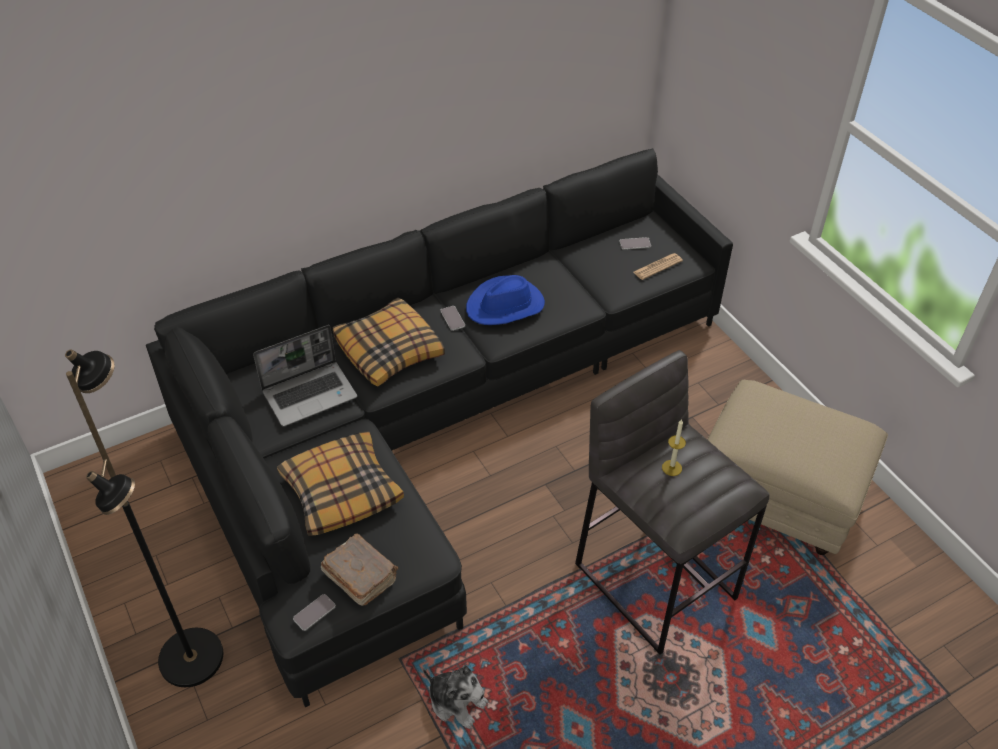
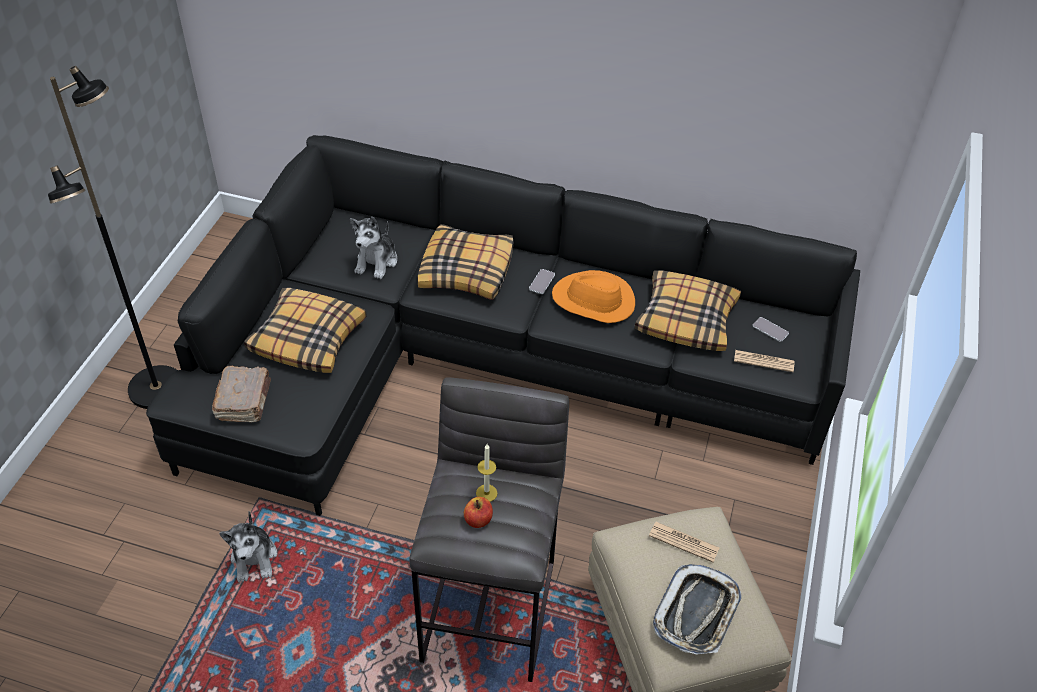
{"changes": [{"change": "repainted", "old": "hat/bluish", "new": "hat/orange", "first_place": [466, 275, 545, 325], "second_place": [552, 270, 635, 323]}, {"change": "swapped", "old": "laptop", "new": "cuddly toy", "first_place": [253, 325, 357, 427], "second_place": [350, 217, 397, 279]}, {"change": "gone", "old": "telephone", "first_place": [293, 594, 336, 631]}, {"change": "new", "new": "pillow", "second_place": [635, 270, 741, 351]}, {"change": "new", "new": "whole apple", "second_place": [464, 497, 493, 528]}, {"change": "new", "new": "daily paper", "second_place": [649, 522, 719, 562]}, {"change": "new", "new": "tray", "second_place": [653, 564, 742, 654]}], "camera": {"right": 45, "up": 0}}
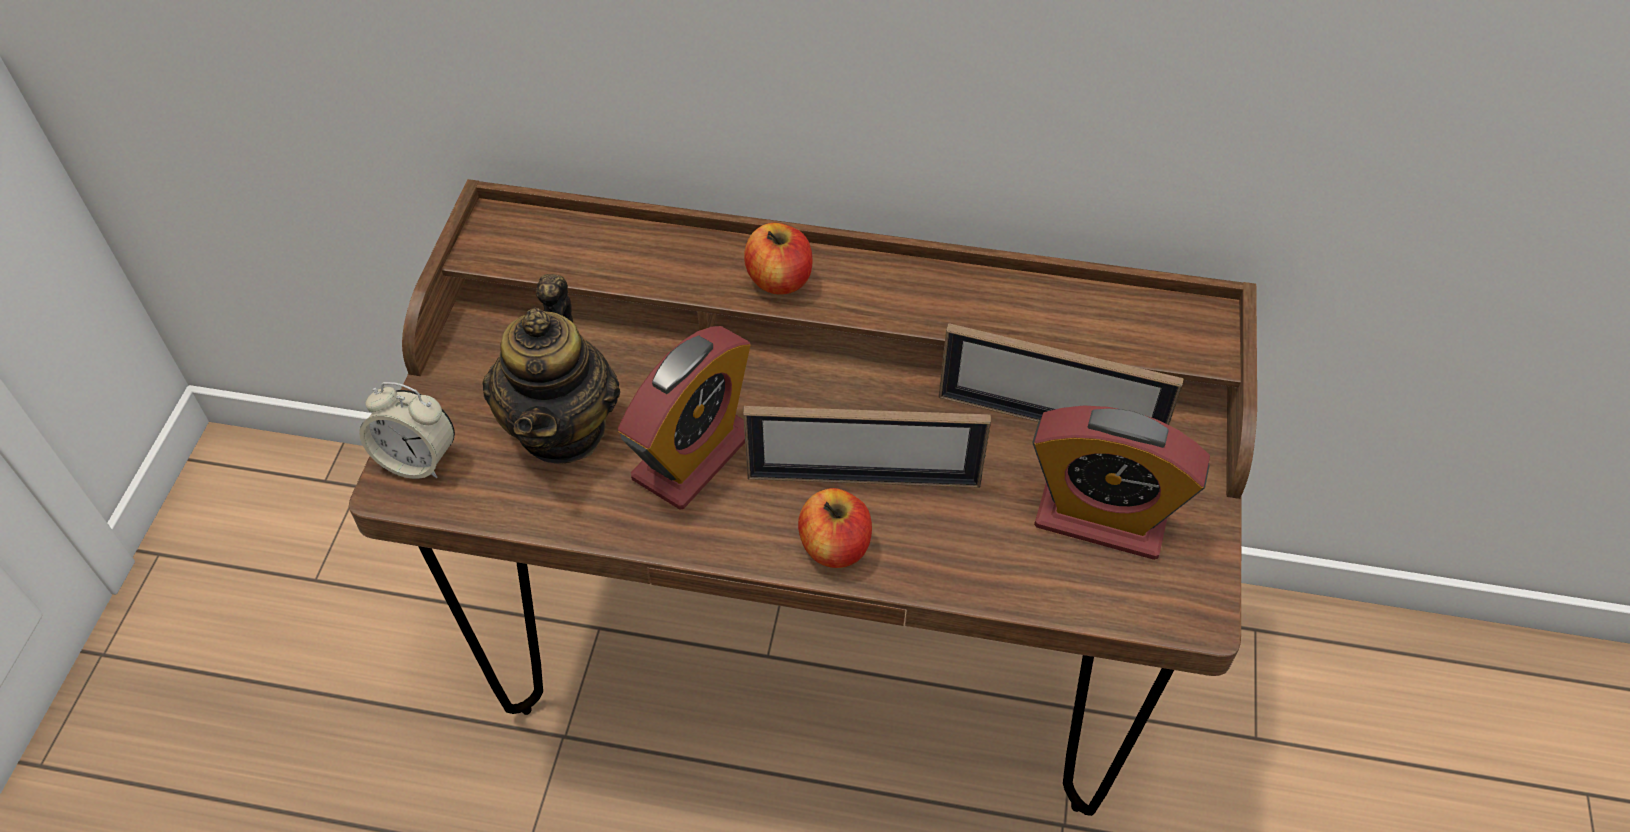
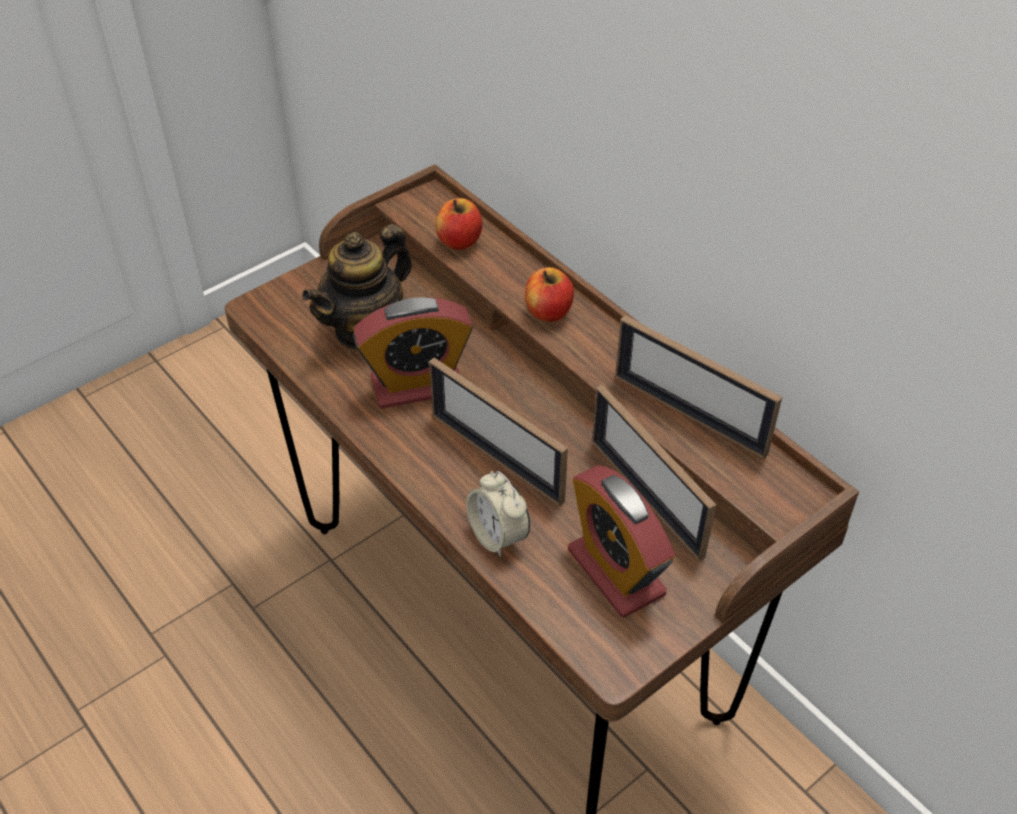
{"changes": [{"change": "shifted", "old": "bedside clock", "first_place": [359, 382, 455, 479], "second_place": [466, 471, 530, 557]}, {"change": "shifted", "old": "whole apple", "first_place": [798, 488, 872, 568], "second_place": [436, 198, 482, 250]}, {"change": "new", "new": "standing frame", "second_place": [615, 315, 782, 459]}], "camera": {"right": 40, "up": -5}}
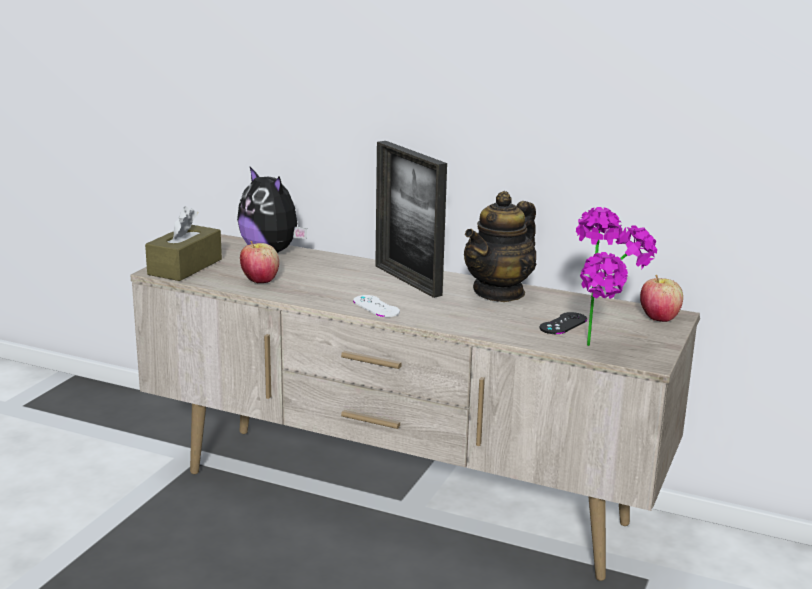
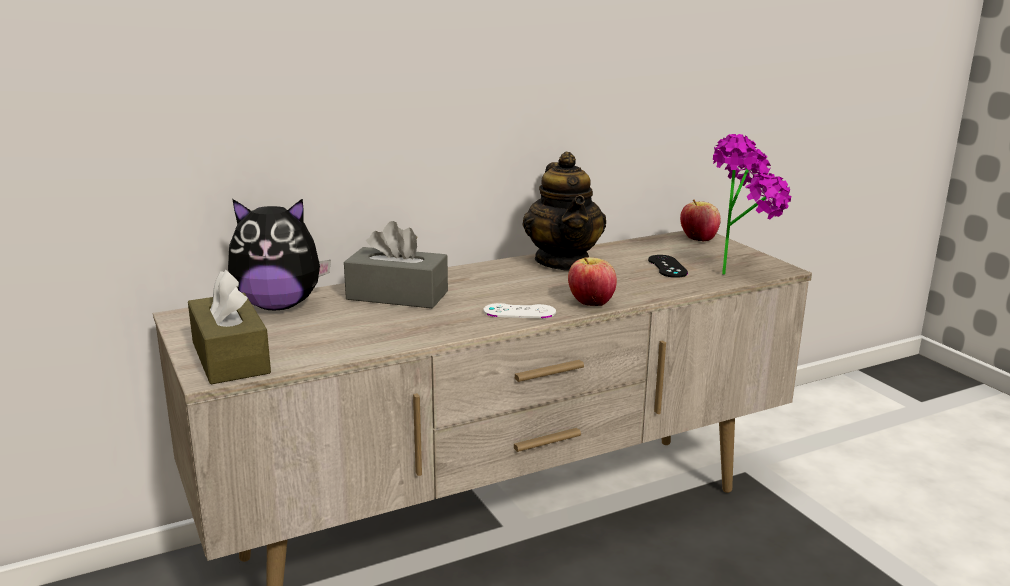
{"changes": [{"change": "gone", "old": "standing frame", "first_place": [375, 141, 447, 298]}, {"change": "shifted", "old": "whole apple", "first_place": [240, 241, 279, 283], "second_place": [568, 257, 617, 306]}, {"change": "new", "new": "tissue box/grey", "second_place": [344, 221, 448, 309]}], "camera": {"right": -50, "up": 0}}
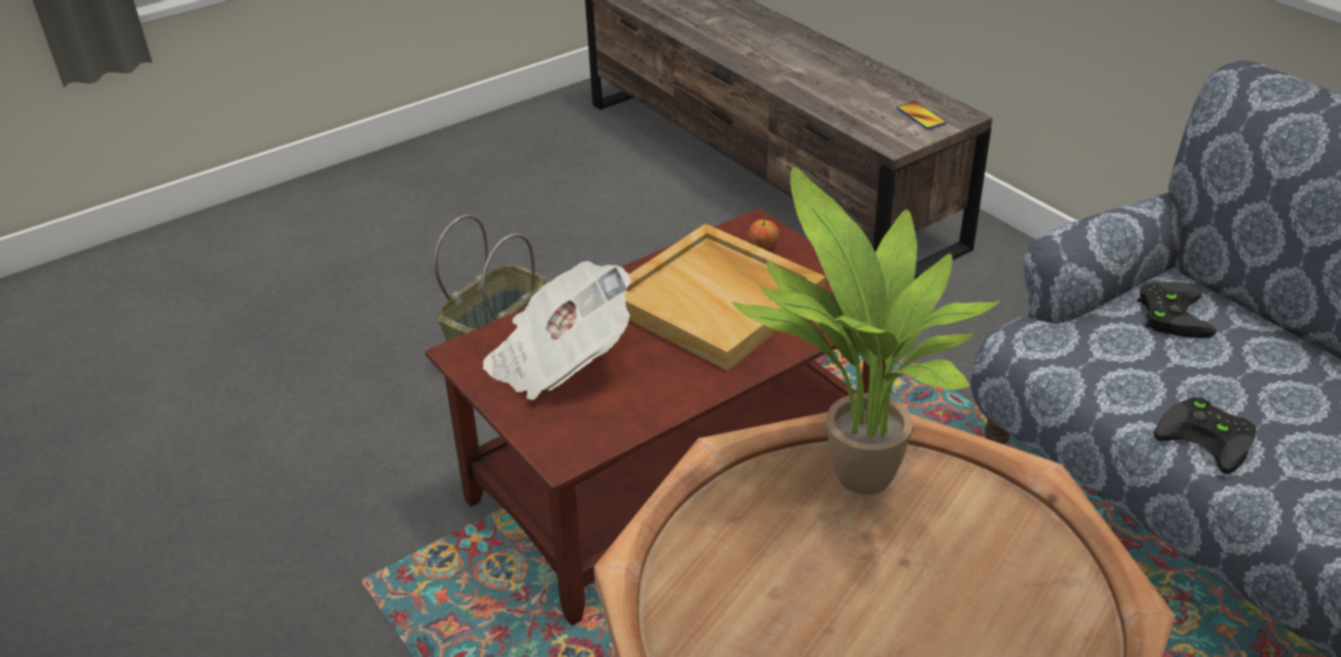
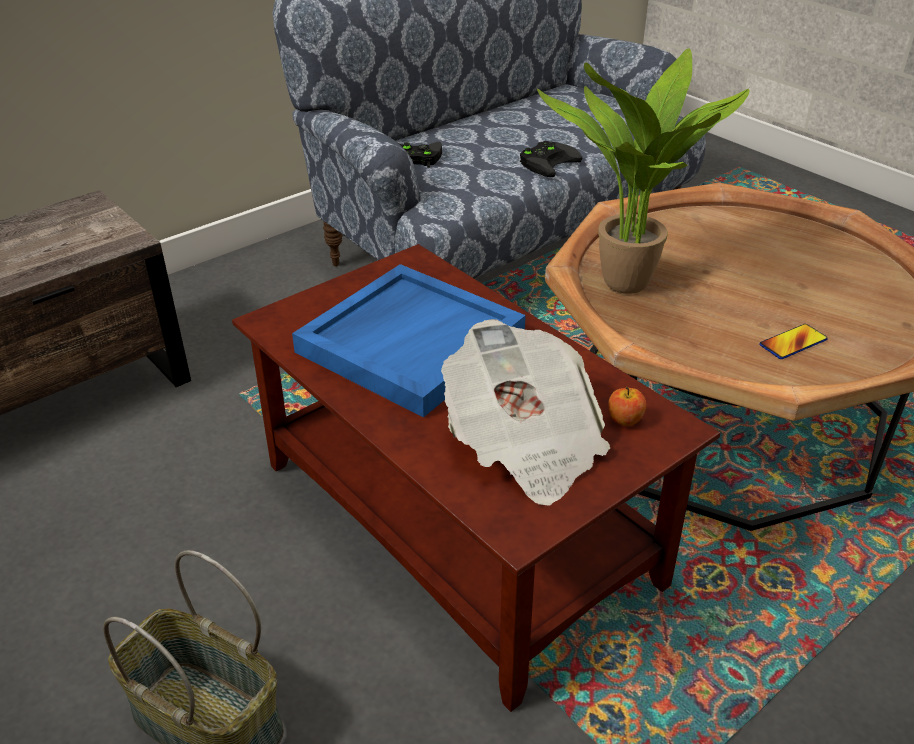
{"changes": [{"change": "shifted", "old": "telephone", "first_place": [897, 101, 946, 129], "second_place": [760, 324, 828, 359]}, {"change": "shifted", "old": "whole apple", "first_place": [748, 217, 779, 250], "second_place": [608, 387, 646, 426]}, {"change": "repainted", "old": "tray/beige", "new": "tray/bluish", "first_place": [625, 224, 826, 371], "second_place": [292, 264, 526, 417]}], "camera": {"right": -95, "up": 0}}
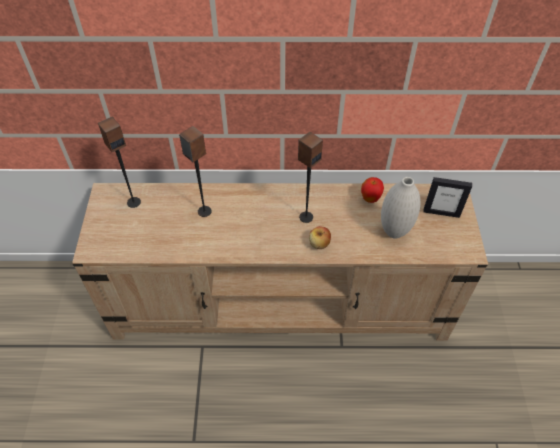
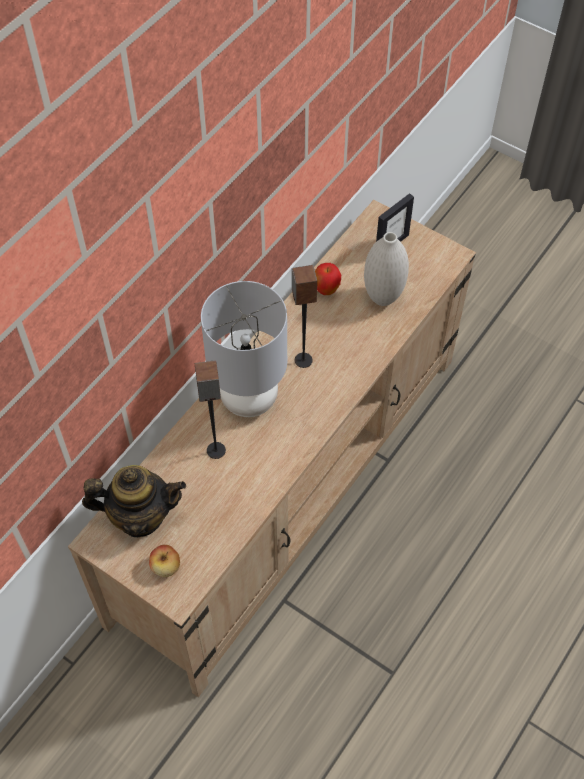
{"changes": [{"change": "swapped", "old": "audio speaker", "new": "pot for tea", "first_place": [98, 117, 141, 208], "second_place": [82, 465, 186, 537]}, {"change": "shifted", "old": "whole apple", "first_place": [309, 226, 331, 249], "second_place": [149, 545, 180, 577]}, {"change": "new", "new": "lamp for a table/grey", "second_place": [201, 281, 287, 417]}], "camera": {"right": -55, "up": 5}}
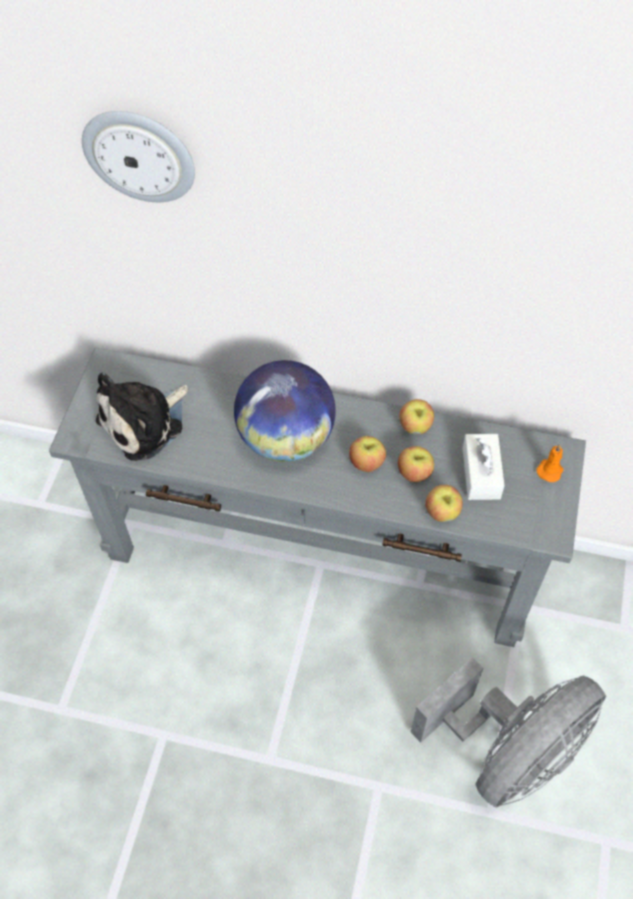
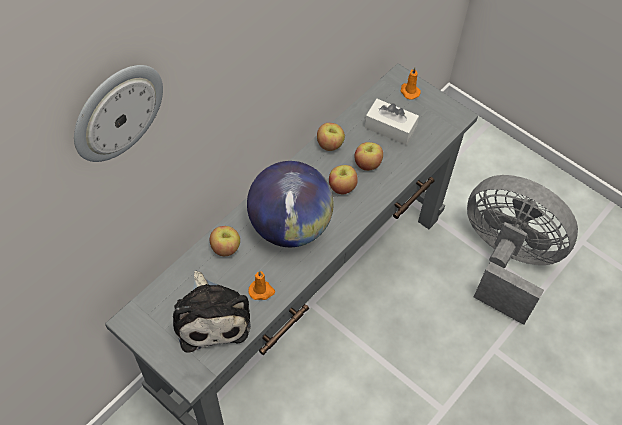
{"changes": [{"change": "shifted", "old": "whole apple", "first_place": [425, 485, 463, 522], "second_place": [210, 226, 240, 256]}, {"change": "rotated", "old": "electric fan/grey", "first_place": [411, 657, 606, 808], "second_place": [467, 175, 578, 325], "degrees": -45}, {"change": "new", "new": "candle/orange", "second_place": [249, 271, 275, 300]}], "camera": {"right": -65, "up": 0}}
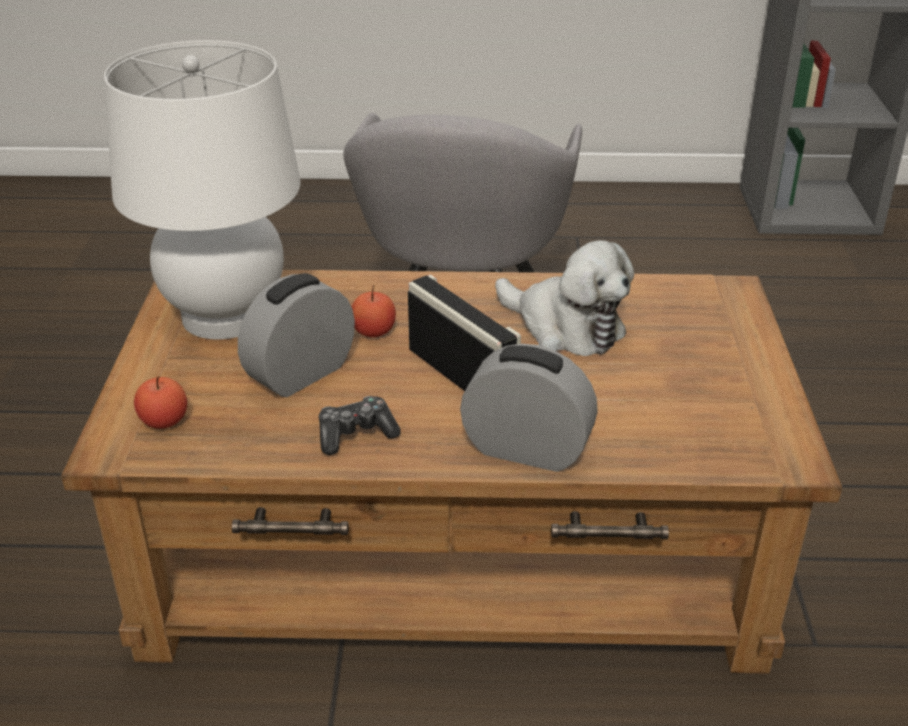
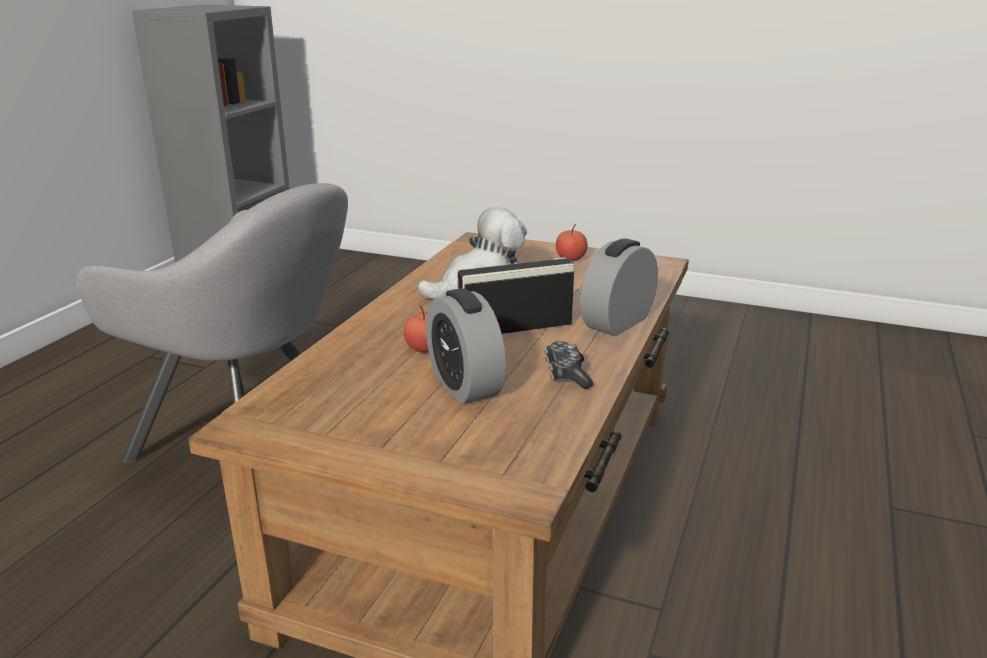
{"changes": [{"change": "gone", "old": "lamp for a table/whitish", "first_place": [104, 40, 300, 340]}, {"change": "shifted", "old": "whole apple", "first_place": [134, 376, 187, 429], "second_place": [556, 224, 588, 261]}], "camera": {"right": -70, "up": -10}}
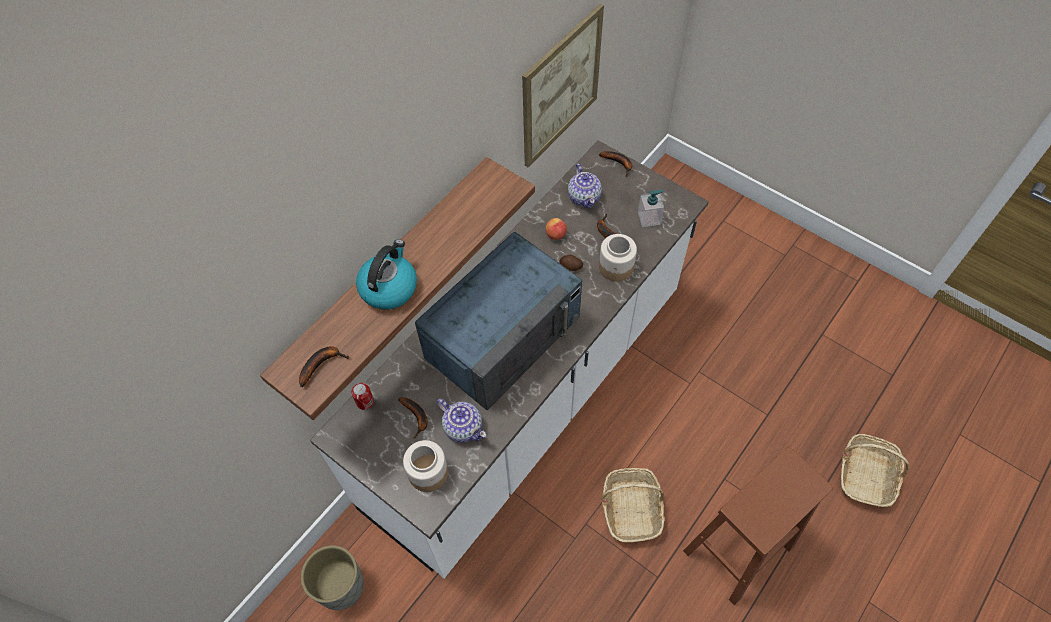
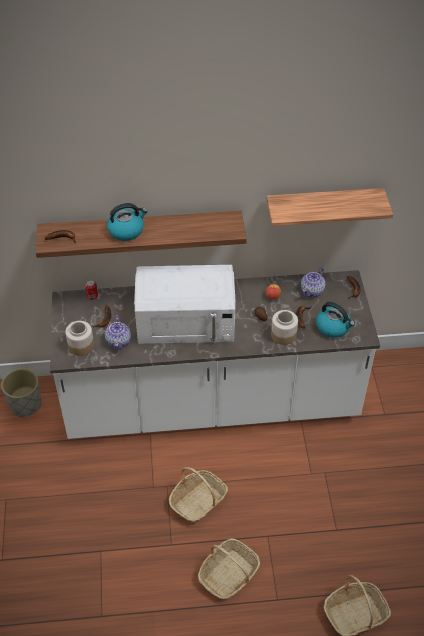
{"changes": [{"change": "swapped", "old": "wall picture", "new": "wall shelf", "first_place": [522, 4, 604, 167], "second_place": [266, 188, 393, 226]}, {"change": "swapped", "old": "soap dispenser", "new": "tea kettle", "first_place": [638, 190, 664, 227], "second_place": [316, 302, 355, 338]}, {"change": "repainted", "old": "microwave oven/bluish", "new": "microwave oven/whitish", "first_place": [415, 232, 582, 410], "second_place": [134, 265, 236, 344]}, {"change": "swapped", "old": "stool/brown", "new": "basket", "first_place": [683, 446, 833, 606], "second_place": [198, 538, 260, 599]}], "camera": {"right": 45, "up": -10}}
